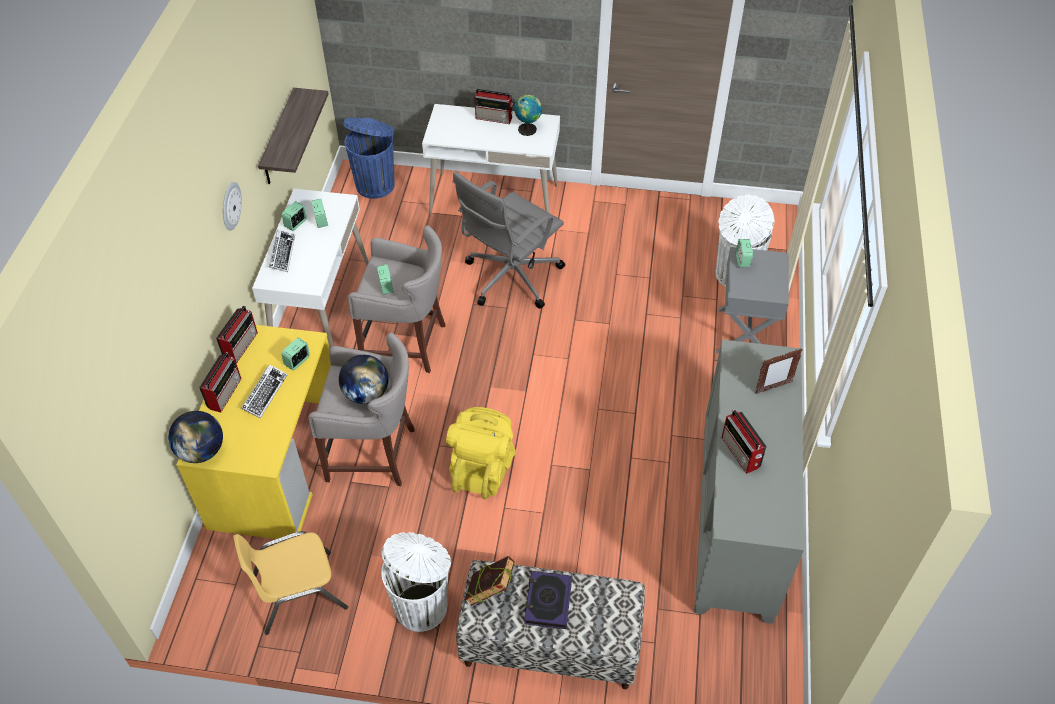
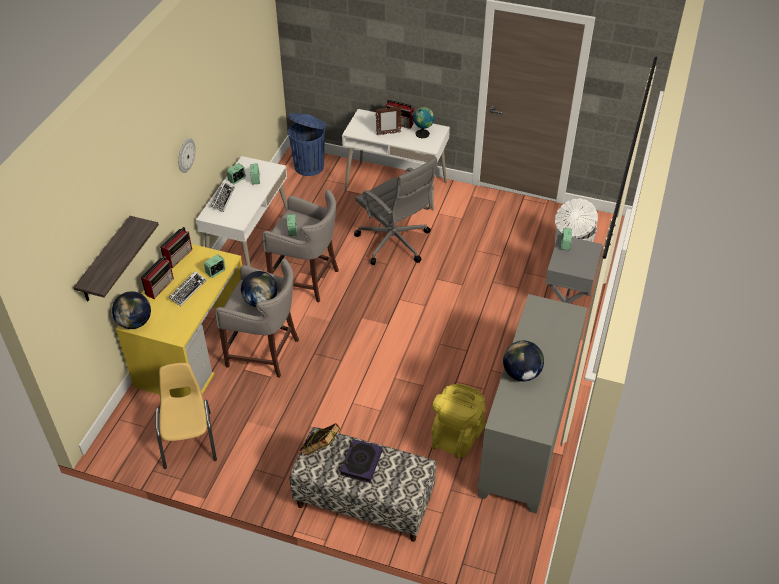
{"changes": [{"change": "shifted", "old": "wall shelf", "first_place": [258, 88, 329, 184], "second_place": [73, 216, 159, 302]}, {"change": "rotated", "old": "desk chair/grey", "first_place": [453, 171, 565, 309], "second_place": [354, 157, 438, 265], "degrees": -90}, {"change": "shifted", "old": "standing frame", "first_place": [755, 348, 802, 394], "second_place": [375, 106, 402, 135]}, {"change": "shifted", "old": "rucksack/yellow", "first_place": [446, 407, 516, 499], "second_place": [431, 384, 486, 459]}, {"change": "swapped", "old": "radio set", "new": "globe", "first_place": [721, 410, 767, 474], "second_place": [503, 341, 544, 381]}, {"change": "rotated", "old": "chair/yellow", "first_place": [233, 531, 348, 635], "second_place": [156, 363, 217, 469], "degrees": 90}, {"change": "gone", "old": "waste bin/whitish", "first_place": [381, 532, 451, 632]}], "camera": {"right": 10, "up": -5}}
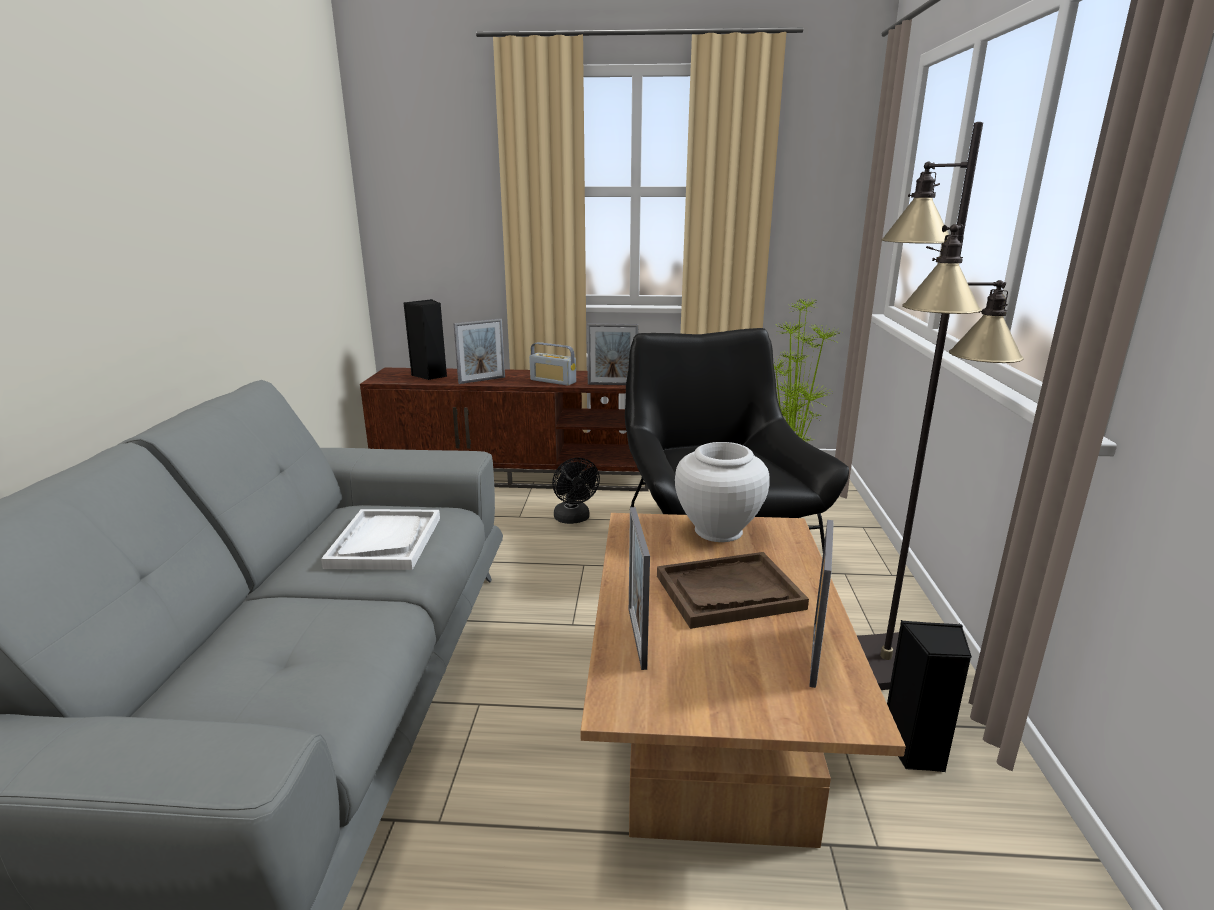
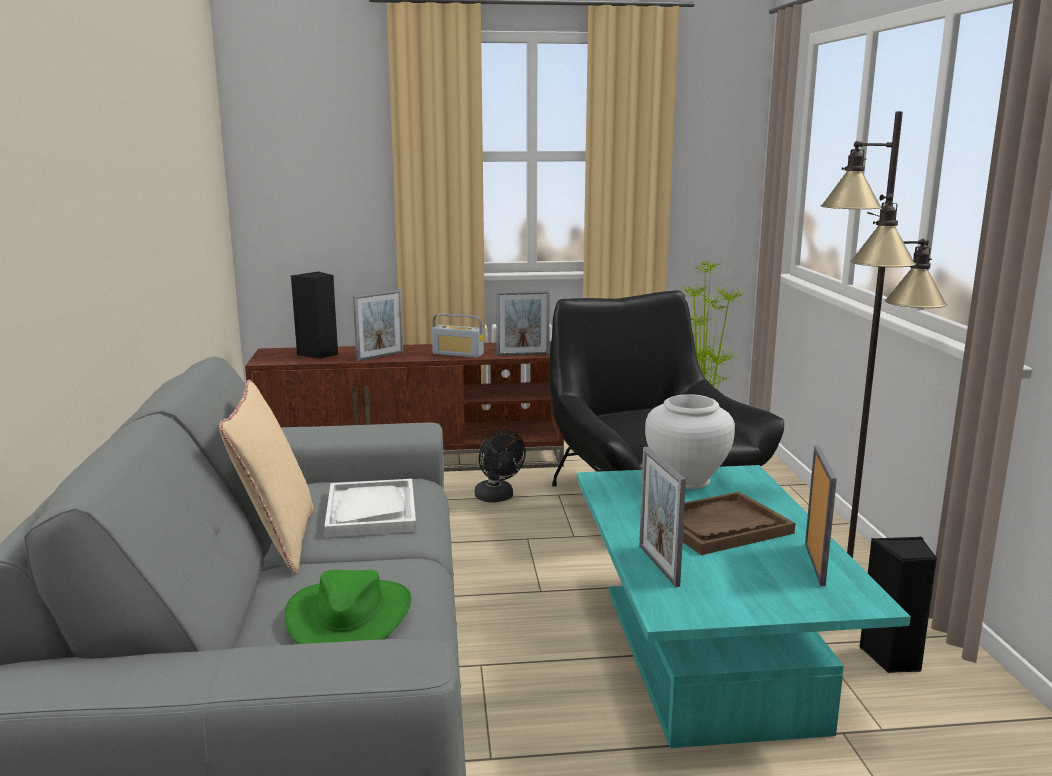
{"changes": [{"change": "repainted", "old": "coffee table/brown", "new": "coffee table/blue-green", "first_place": [580, 513, 906, 848], "second_place": [577, 465, 911, 748]}, {"change": "new", "new": "pillow/beige", "second_place": [219, 379, 314, 574]}, {"change": "new", "new": "hat/greenish", "second_place": [285, 569, 411, 644]}], "camera": {"right": -10, "up": -5}}
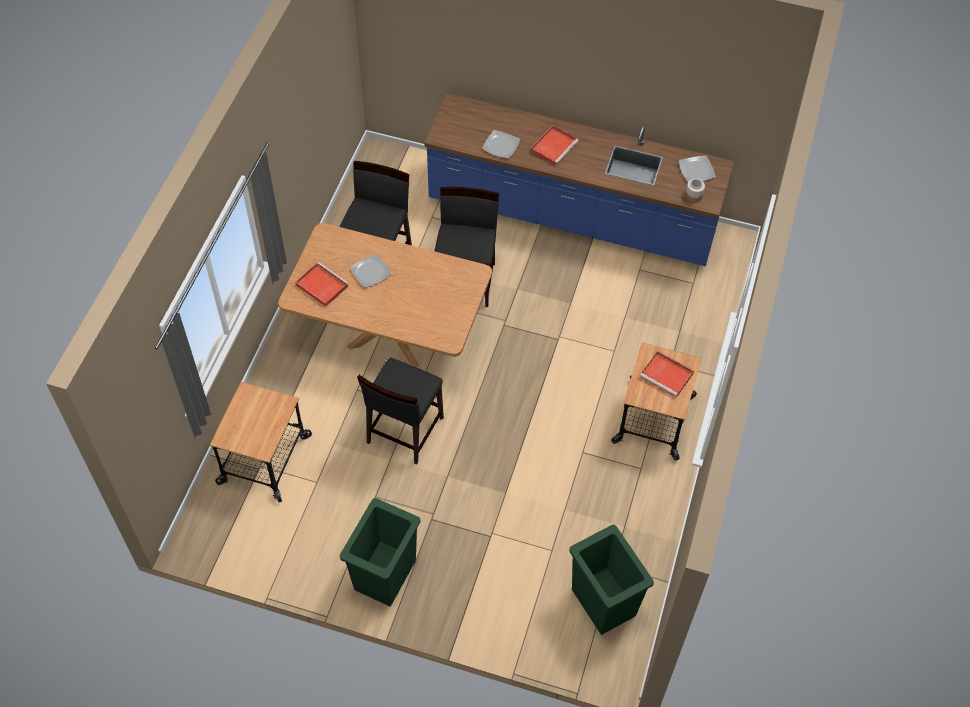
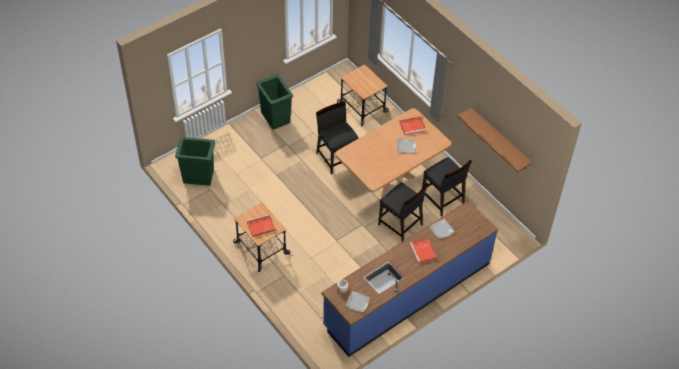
{"changes": [{"change": "new", "new": "wall shelf/brown", "second_place": [457, 108, 532, 172]}], "camera": {"right": 125, "up": -5}}
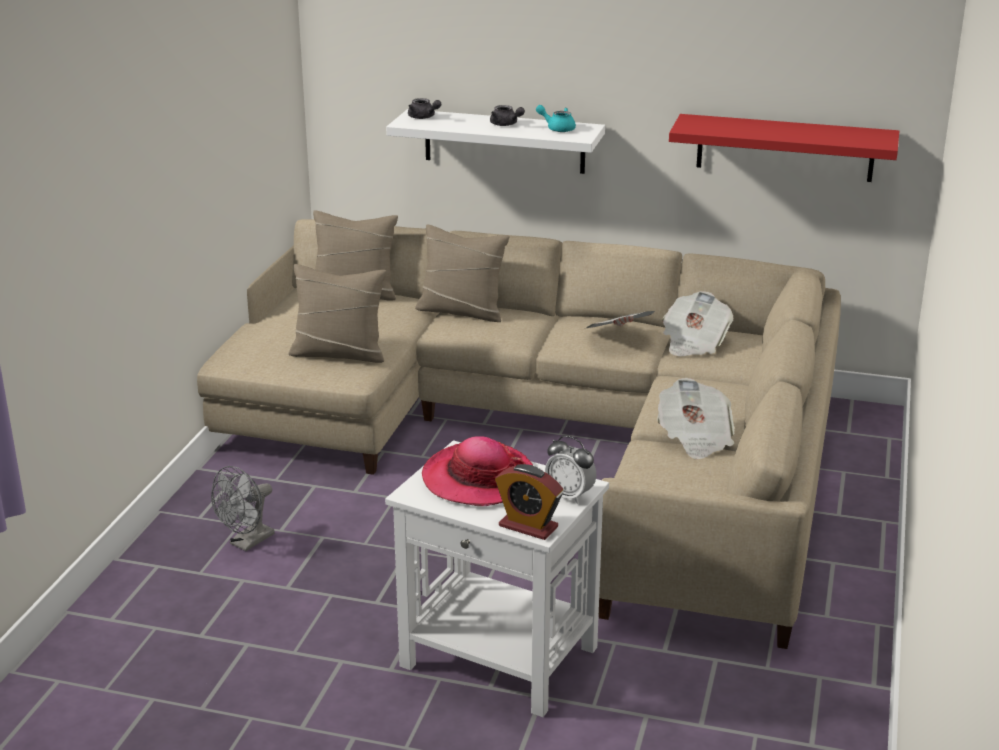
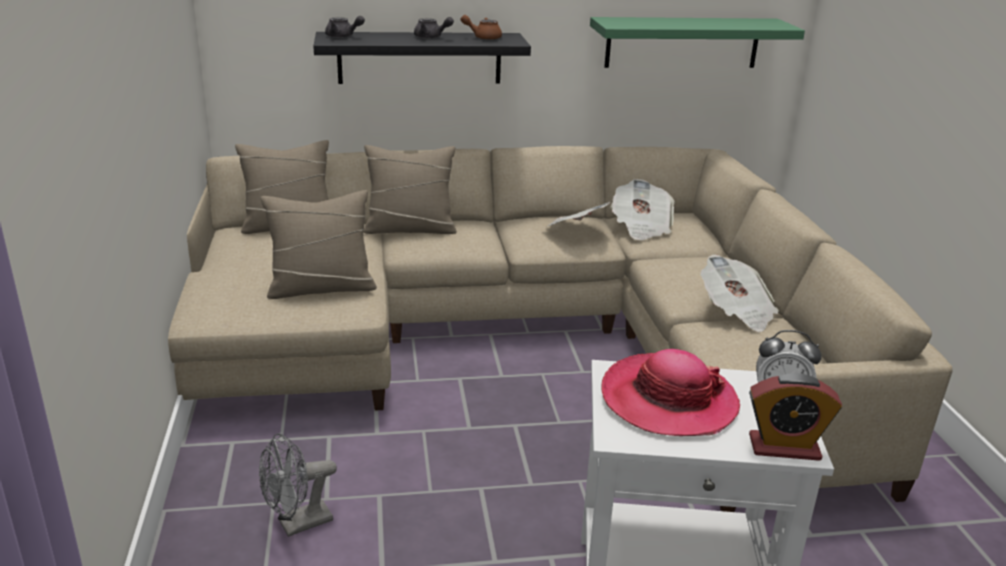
{"changes": [{"change": "repainted", "old": "pot for tea/blue-green", "new": "pot for tea/brown", "first_place": [536, 105, 576, 132], "second_place": [461, 15, 502, 40]}, {"change": "repainted", "old": "wall shelf/whitish", "new": "wall shelf/black-coloured", "first_place": [386, 109, 605, 174], "second_place": [313, 32, 531, 84]}, {"change": "repainted", "old": "wall shelf/red-coloured", "new": "wall shelf/greenish", "first_place": [669, 114, 899, 182], "second_place": [590, 17, 805, 68]}, {"change": "rotated", "old": "electric fan/grey", "first_place": [211, 466, 275, 551], "second_place": [259, 433, 337, 537], "degrees": 45}], "camera": {"right": -25, "up": 0}}
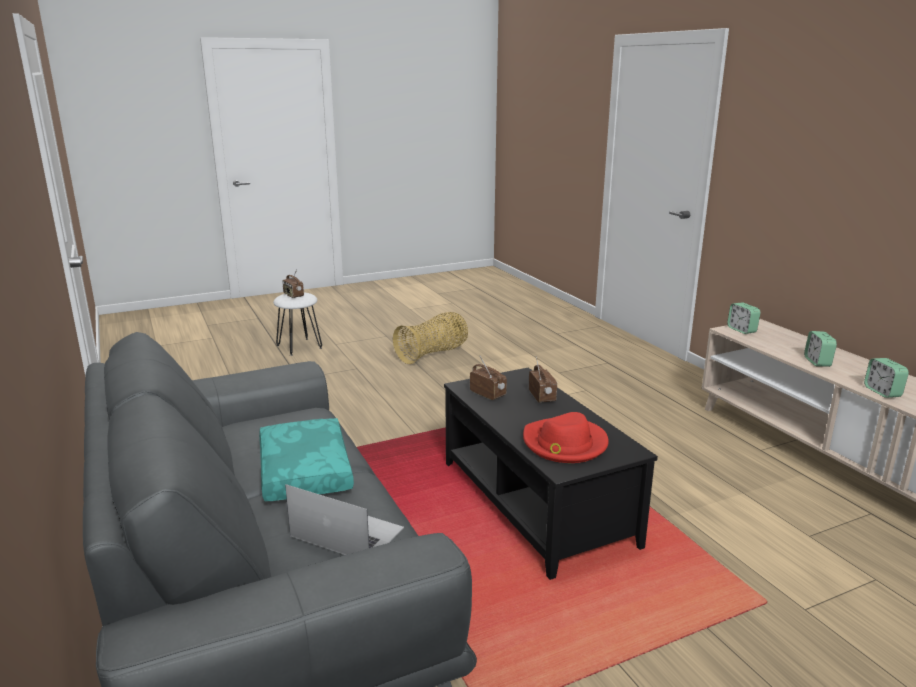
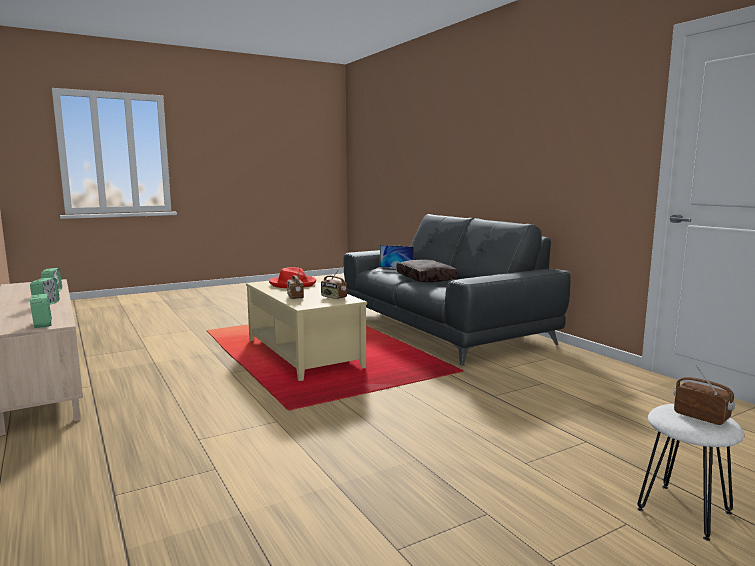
{"changes": [{"change": "gone", "old": "basket", "first_place": [393, 312, 468, 364]}, {"change": "repainted", "old": "coffee table/black-coloured", "new": "coffee table/beige", "first_place": [444, 368, 658, 580], "second_place": [246, 281, 367, 381]}, {"change": "repainted", "old": "pillow/blue-green", "new": "pillow/brown", "first_place": [259, 418, 354, 501], "second_place": [396, 259, 457, 282]}], "camera": {"right": 175, "up": -10}}
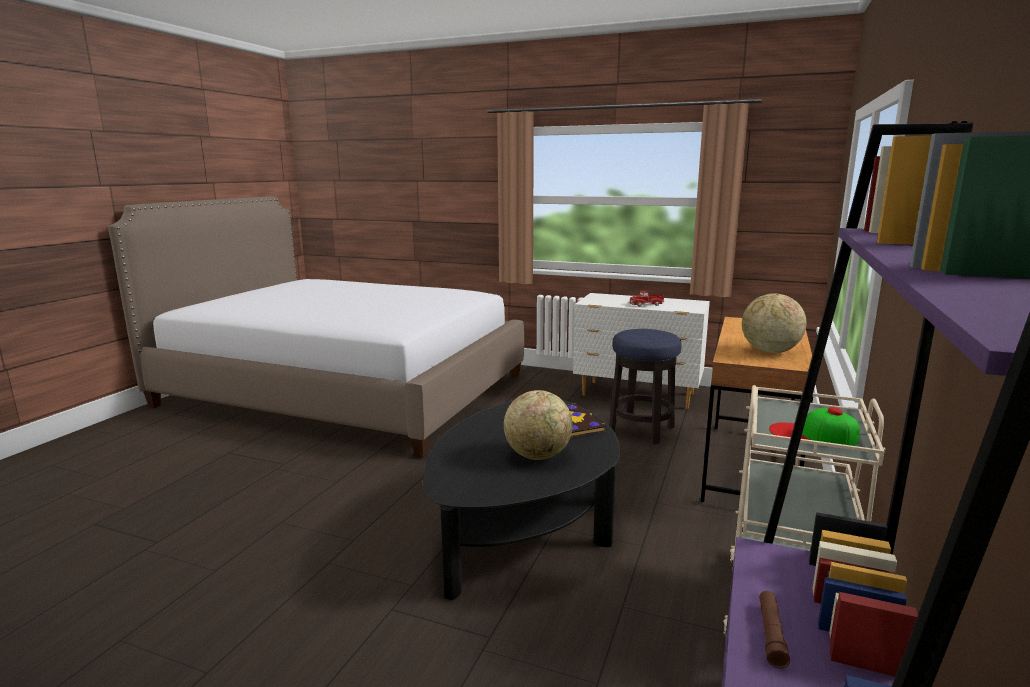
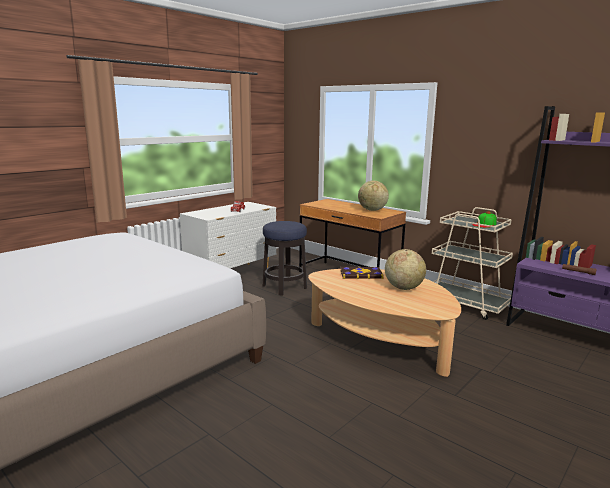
{"changes": [{"change": "repainted", "old": "coffee table/black-coloured", "new": "coffee table/beige", "first_place": [423, 400, 620, 600], "second_place": [308, 269, 461, 377]}], "camera": {"right": -70, "up": 0}}
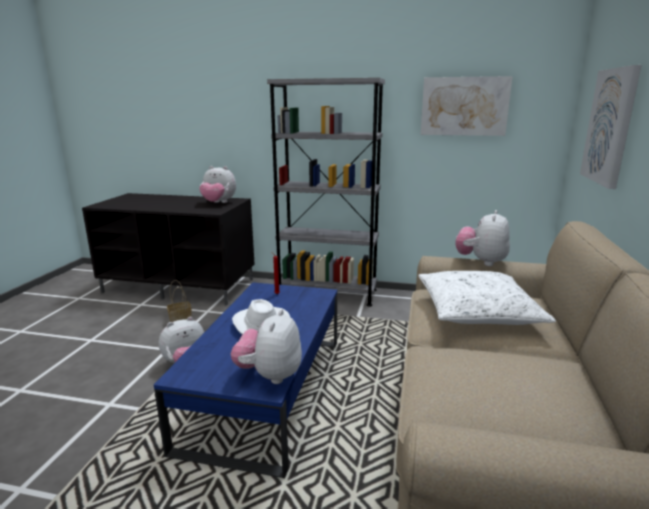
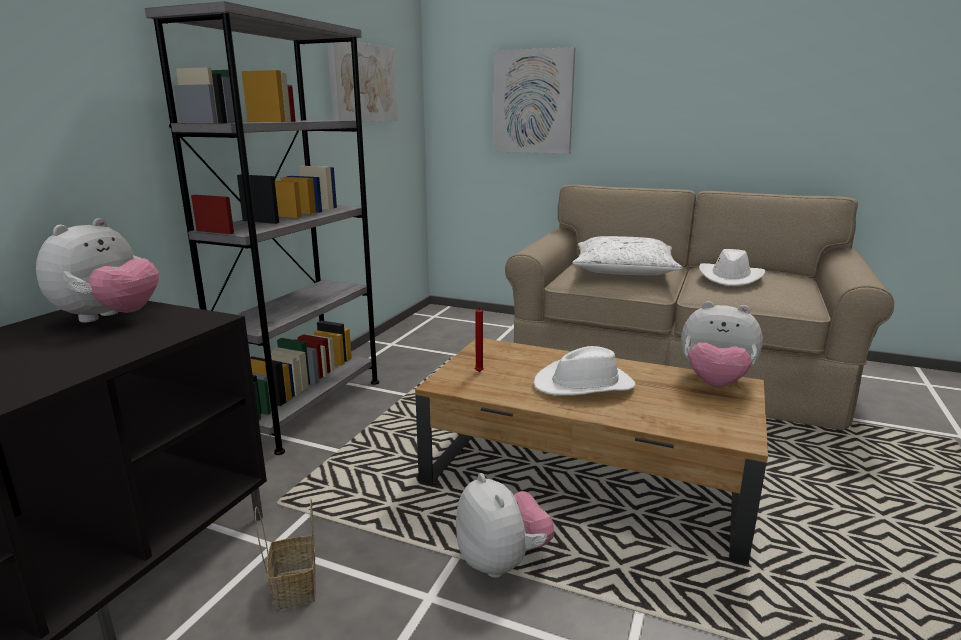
{"changes": [{"change": "gone", "old": "cuddly toy", "first_place": [456, 210, 510, 266]}, {"change": "repainted", "old": "coffee table/bluish", "new": "coffee table/brown", "first_place": [154, 282, 337, 478], "second_place": [415, 338, 768, 564]}, {"change": "new", "new": "hat/whitish", "second_place": [699, 249, 766, 286]}], "camera": {"right": -80, "up": 0}}
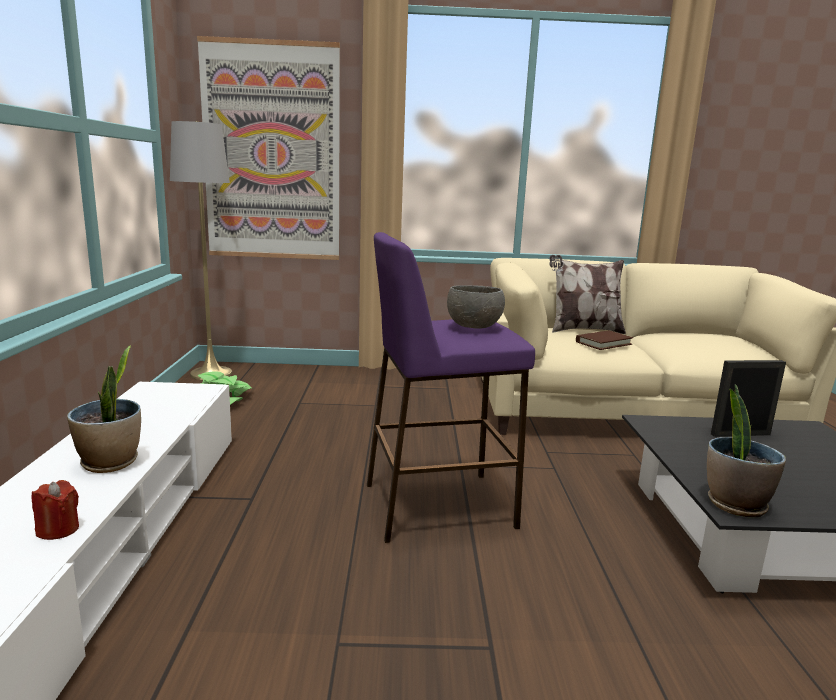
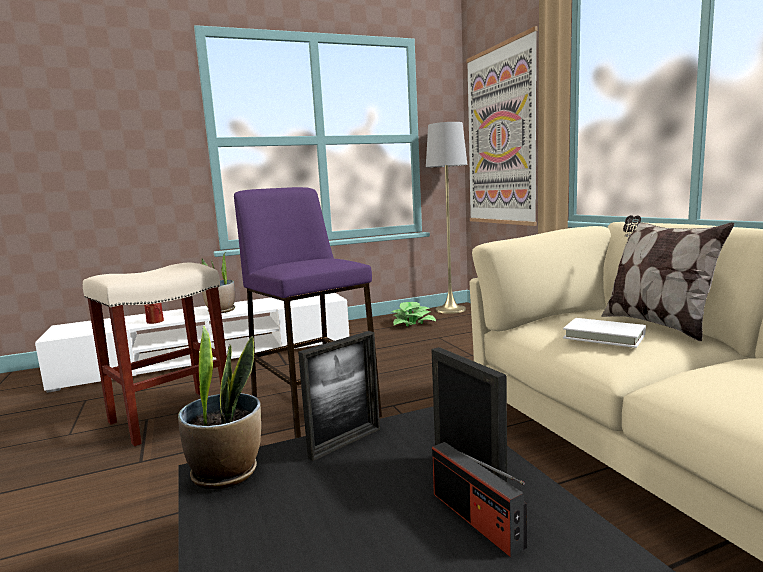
{"changes": [{"change": "gone", "old": "deep dish/grey", "first_place": [447, 285, 505, 329]}, {"change": "repainted", "old": "bound book/brown", "new": "bound book/whitish", "first_place": [576, 331, 633, 350], "second_place": [563, 318, 646, 348]}, {"change": "new", "new": "stool/beige", "second_place": [83, 262, 227, 446]}, {"change": "new", "new": "standing frame", "second_place": [298, 331, 380, 461]}, {"change": "new", "new": "radio set", "second_place": [432, 442, 527, 557]}], "camera": {"right": 70, "up": -5}}
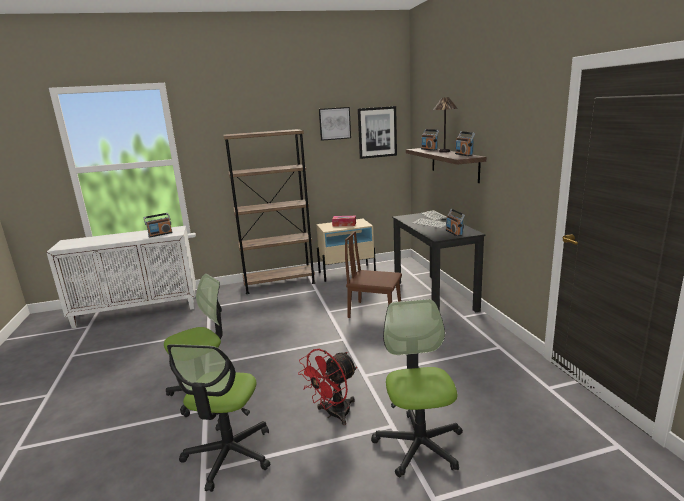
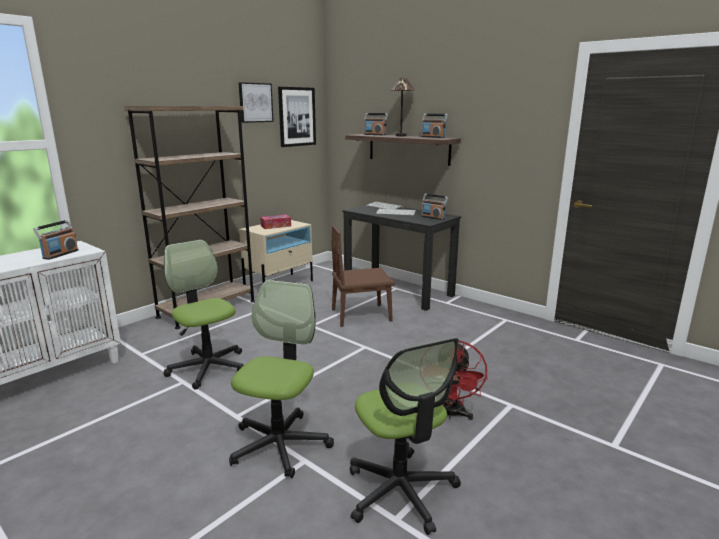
{"changes": [{"change": "shifted", "old": "desk chair", "first_place": [371, 299, 463, 477], "second_place": [164, 240, 244, 390]}], "camera": {"right": -35, "up": 0}}
